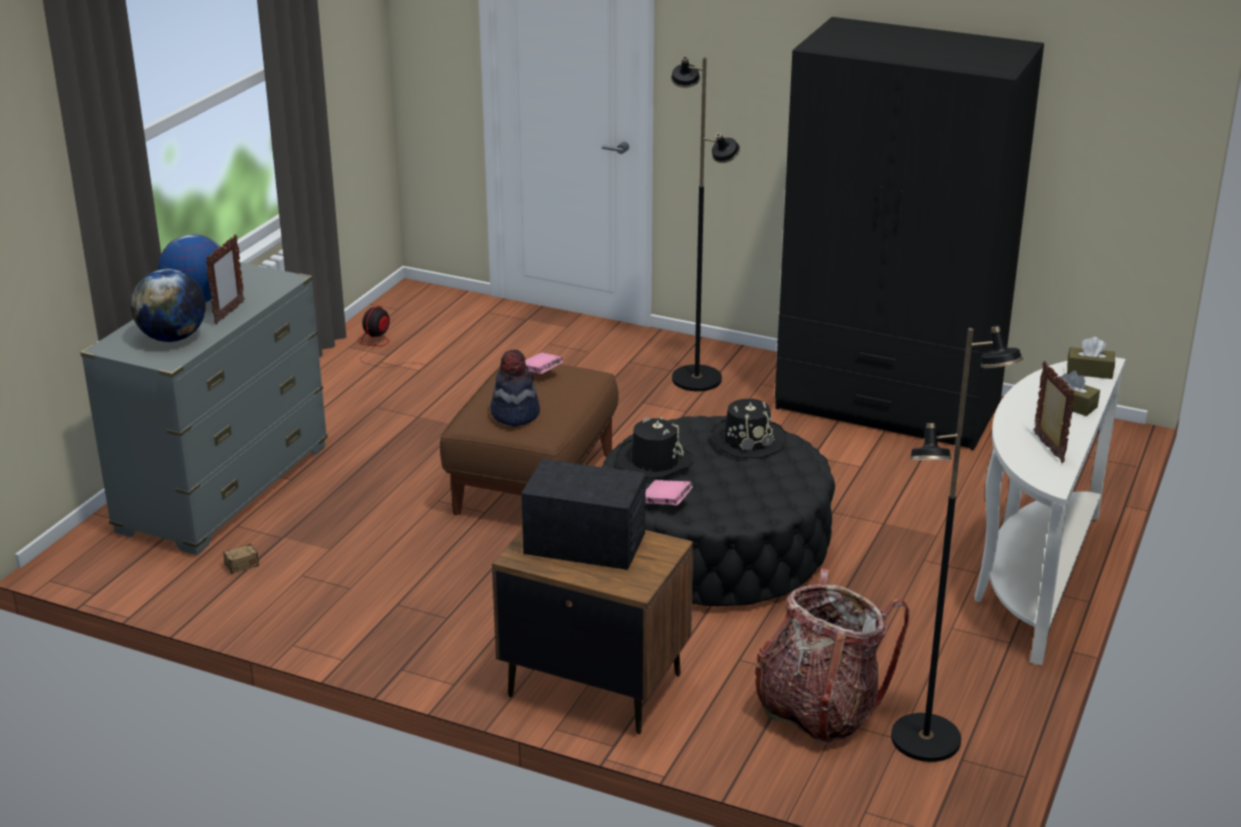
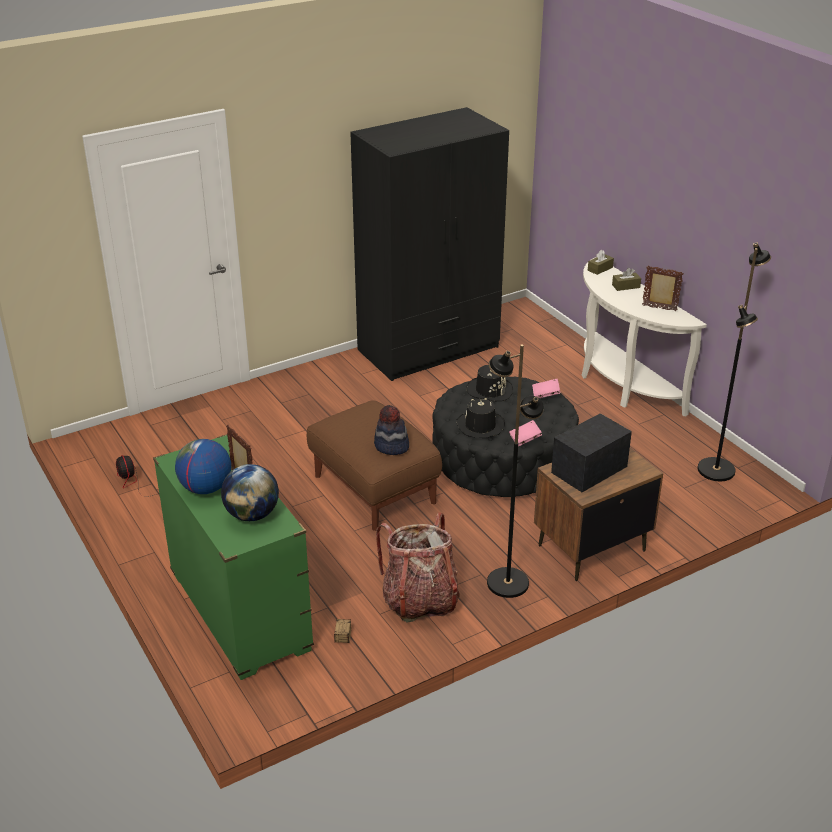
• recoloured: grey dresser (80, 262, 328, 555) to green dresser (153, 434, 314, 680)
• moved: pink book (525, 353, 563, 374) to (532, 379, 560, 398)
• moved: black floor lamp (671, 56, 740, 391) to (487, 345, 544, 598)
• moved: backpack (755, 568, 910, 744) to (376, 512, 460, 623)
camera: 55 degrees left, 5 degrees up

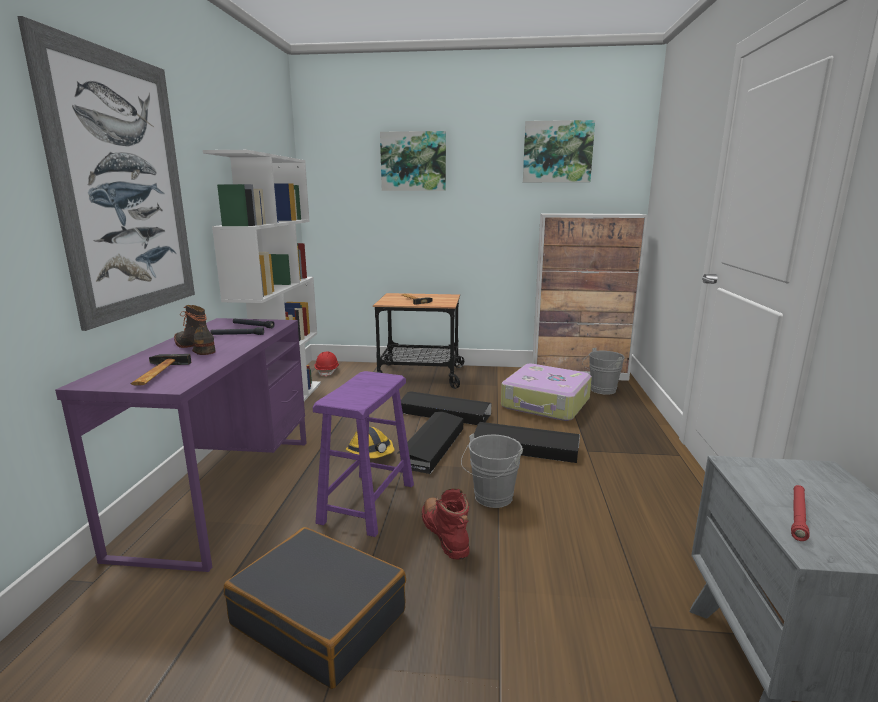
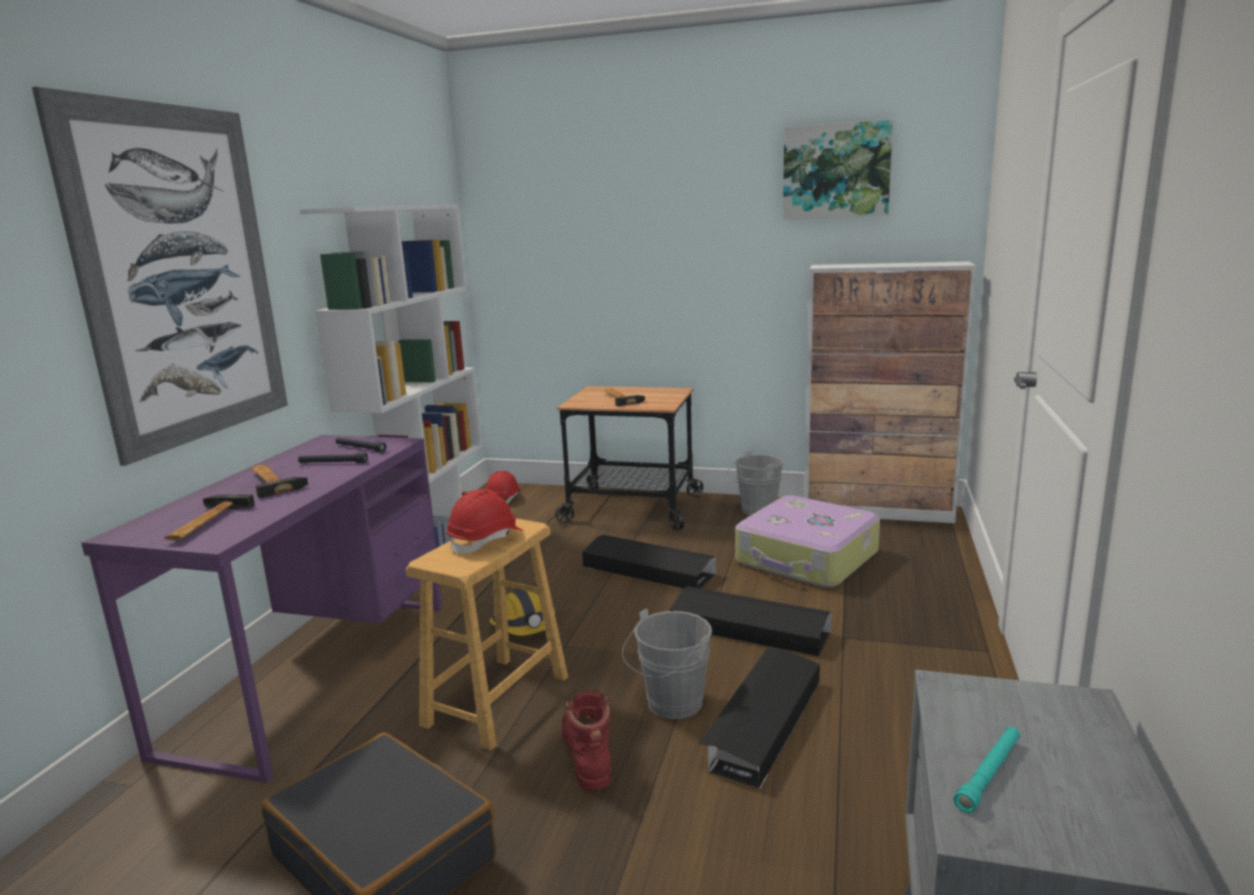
• replaced: boot (174, 305, 216, 355) to hammer (251, 465, 308, 498)
• recoloured: purple stool (313, 371, 414, 537) to brown stool (405, 518, 568, 751)
• removed: picture (380, 131, 446, 191)
• moved: black storage box (397, 412, 463, 474) to (698, 648, 820, 788)
• moved: grey bucket (582, 348, 625, 395) to (727, 450, 783, 515)
• recoloured: red flashlight (791, 485, 810, 541) to turquoise flashlight (954, 727, 1020, 813)
• added: red hard hat (446, 489, 524, 556)
camera: 10 degrees right, 0 degrees up

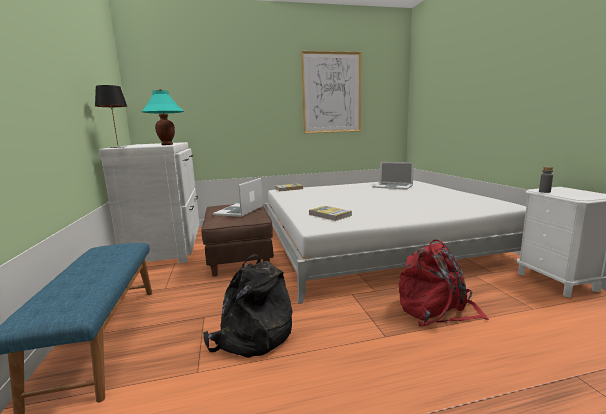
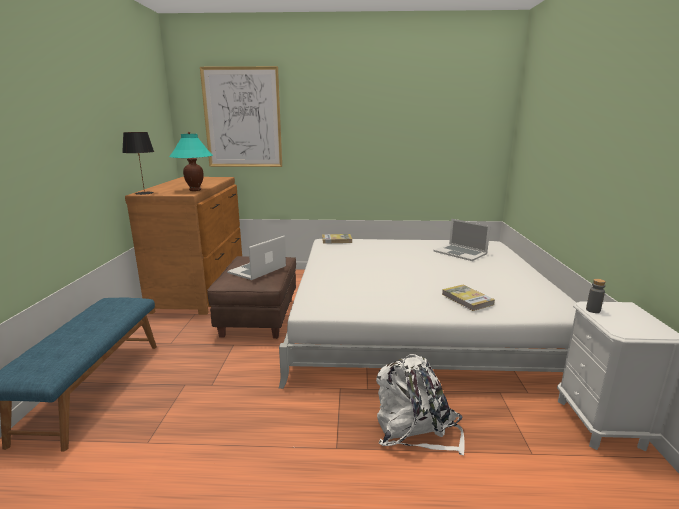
• recoloured: white dresser (99, 142, 200, 263) to brown dresser (125, 177, 242, 315)
• removed: black backpack (203, 254, 292, 358)
• moved: picture (301, 51, 362, 134) to (200, 66, 282, 167)
• moved: book (309, 206, 352, 221) to (442, 285, 495, 311)
• recoloured: red backpack (398, 240, 490, 326) to white backpack (376, 354, 465, 455)
camera: 15 degrees right, 5 degrees up

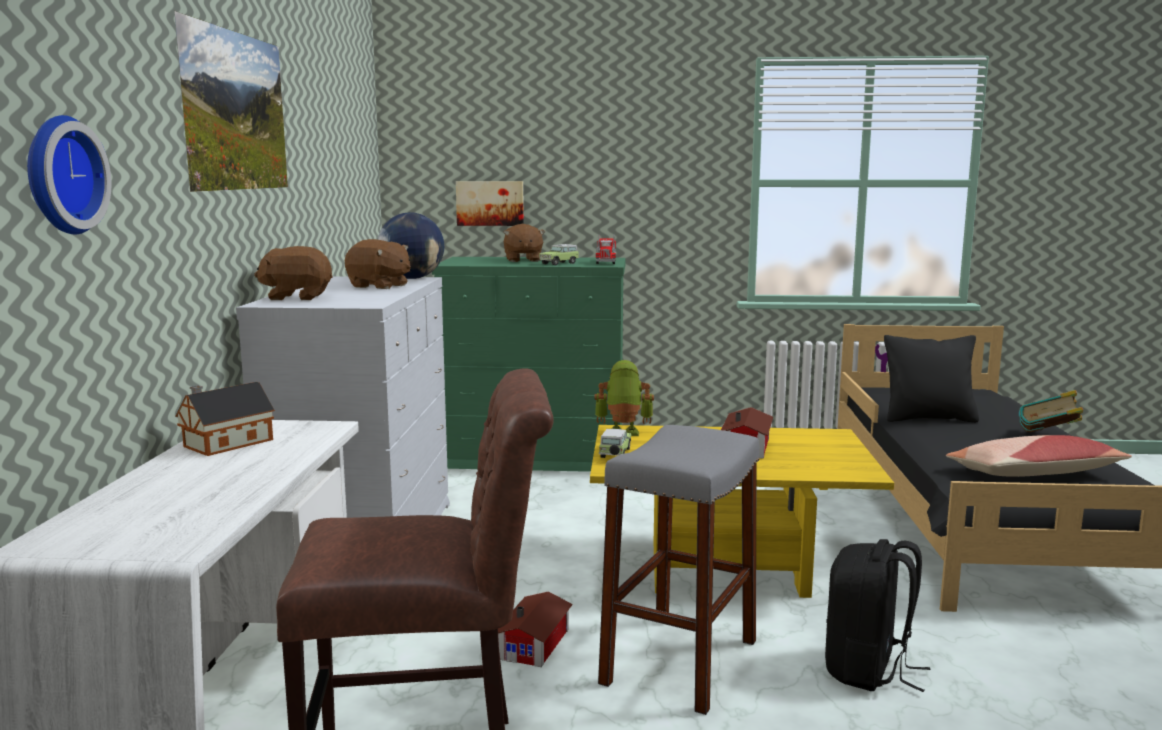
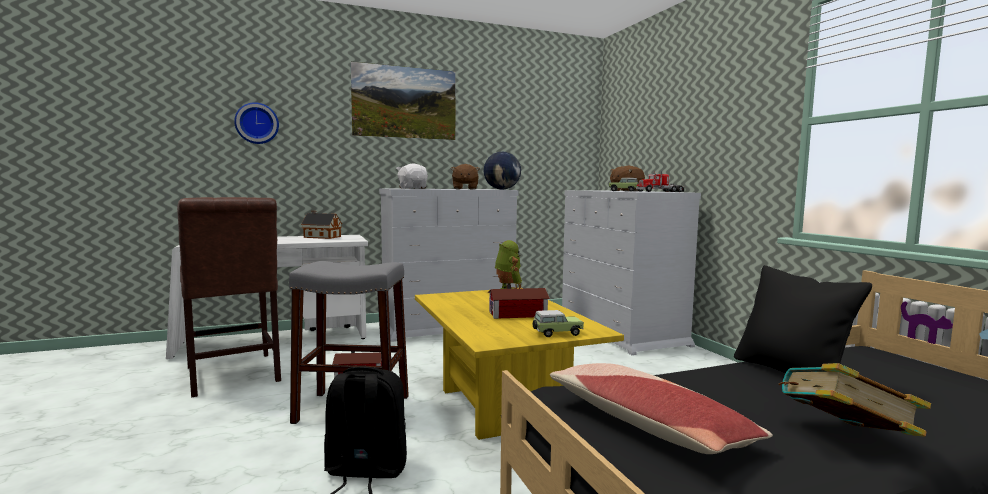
• recoloured: brown plush toy (254, 246, 333, 300) to white plush toy (396, 163, 428, 189)
• recoloured: green dresser (432, 257, 625, 472) to white dresser (562, 190, 701, 355)
• removed: picture (456, 181, 524, 226)
• moved: toy car (598, 429, 631, 458) to (533, 310, 584, 337)
camera: 65 degrees right, 5 degrees down

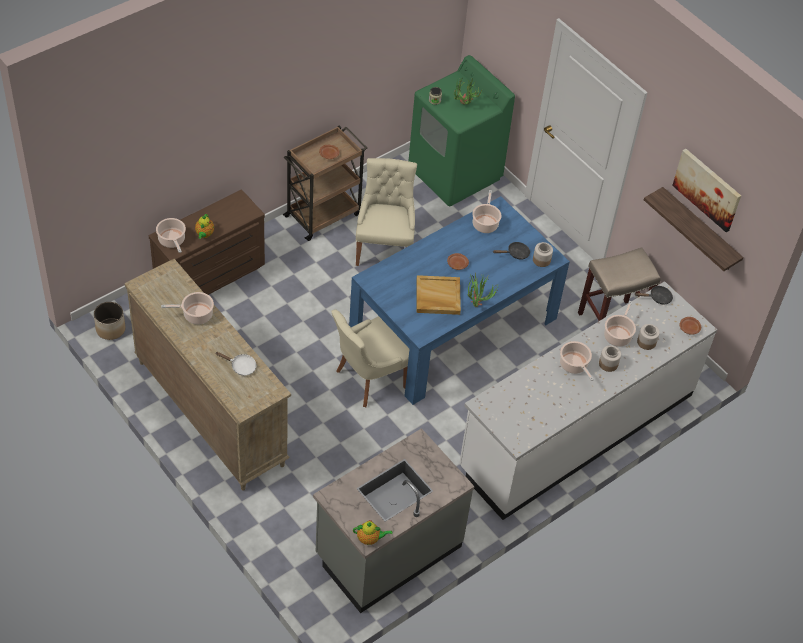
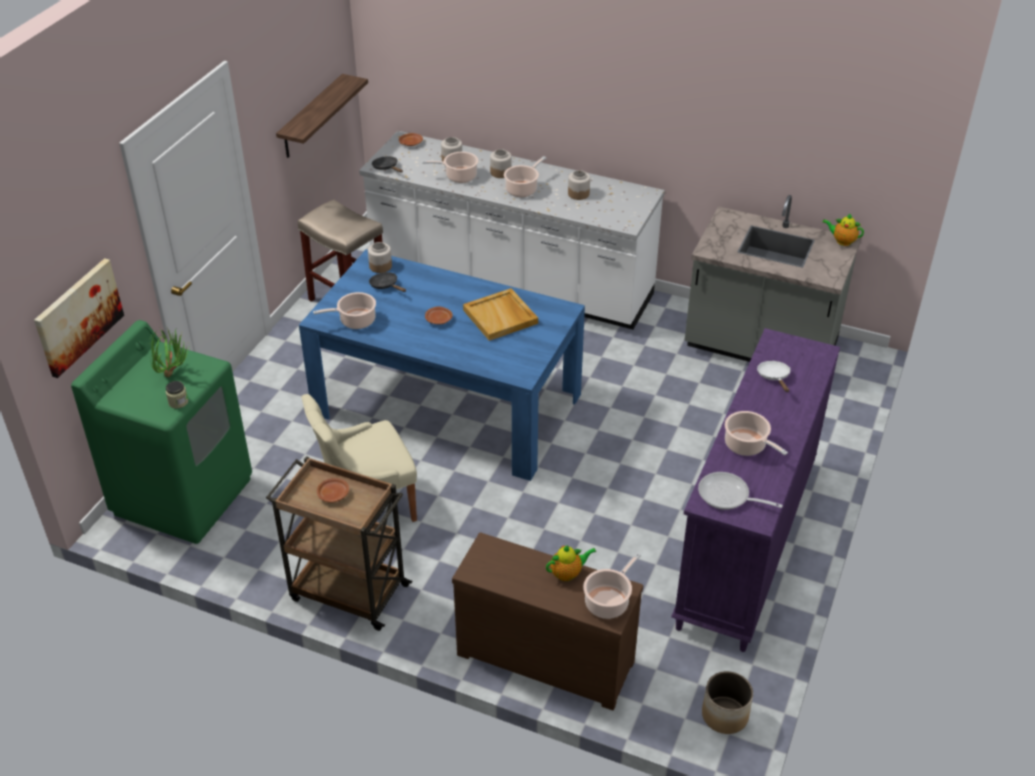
• recoloured: beige dresser (125, 259, 291, 491) to purple dresser (671, 328, 840, 652)
• removed: beige chair (331, 309, 409, 407)
• turned: teapot (353, 520, 392, 545) = (823, 213, 864, 246) 45 degrees counterclockwise
• removed: potted plant (468, 273, 498, 307)
• moved: picture (672, 149, 741, 232) to (34, 258, 124, 378)
• added: jar (568, 170, 590, 200)
• added: frying pan (698, 472, 783, 510)
camera: 115 degrees left, 10 degrees down

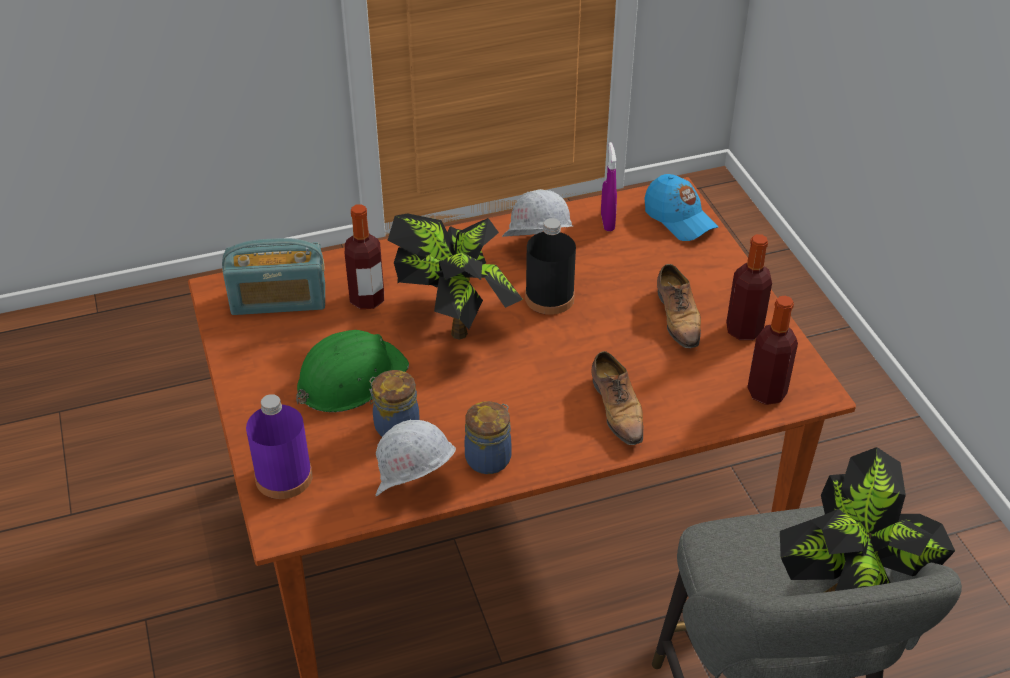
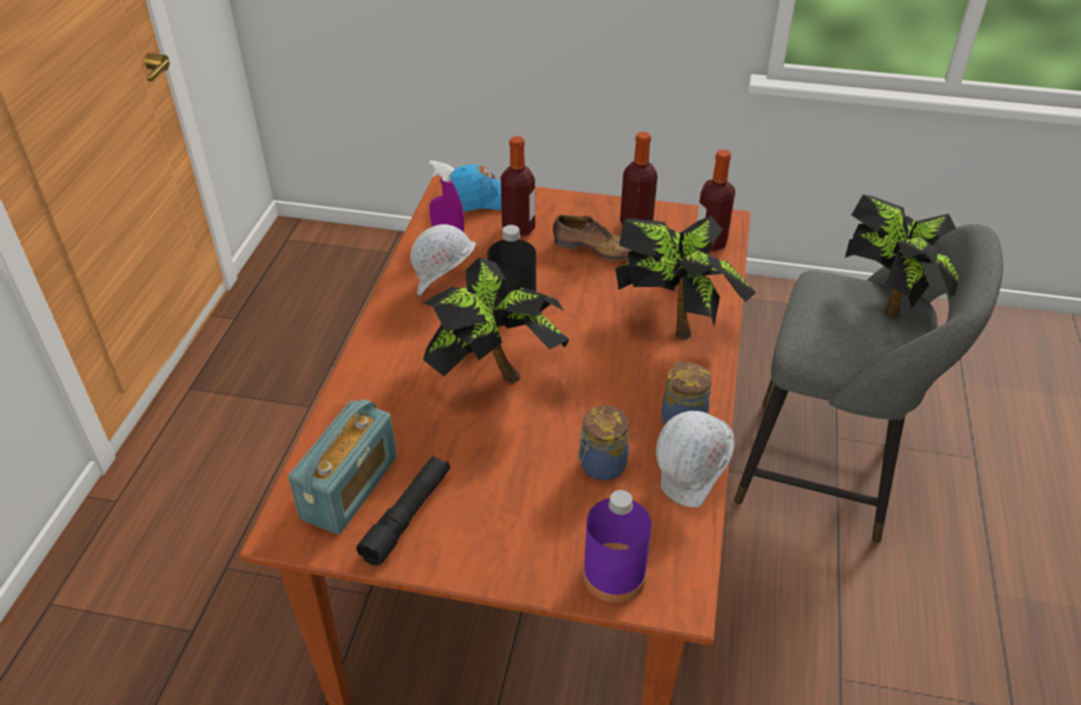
• removed: green hard hat (296, 330, 409, 412)
• moved: bottle (345, 204, 384, 309) to (501, 136, 535, 237)
• replaced: shoe (592, 351, 644, 445) to potted plant (615, 216, 756, 339)
• added: black flashlight (356, 455, 450, 566)
camera: 60 degrees left, 0 degrees up

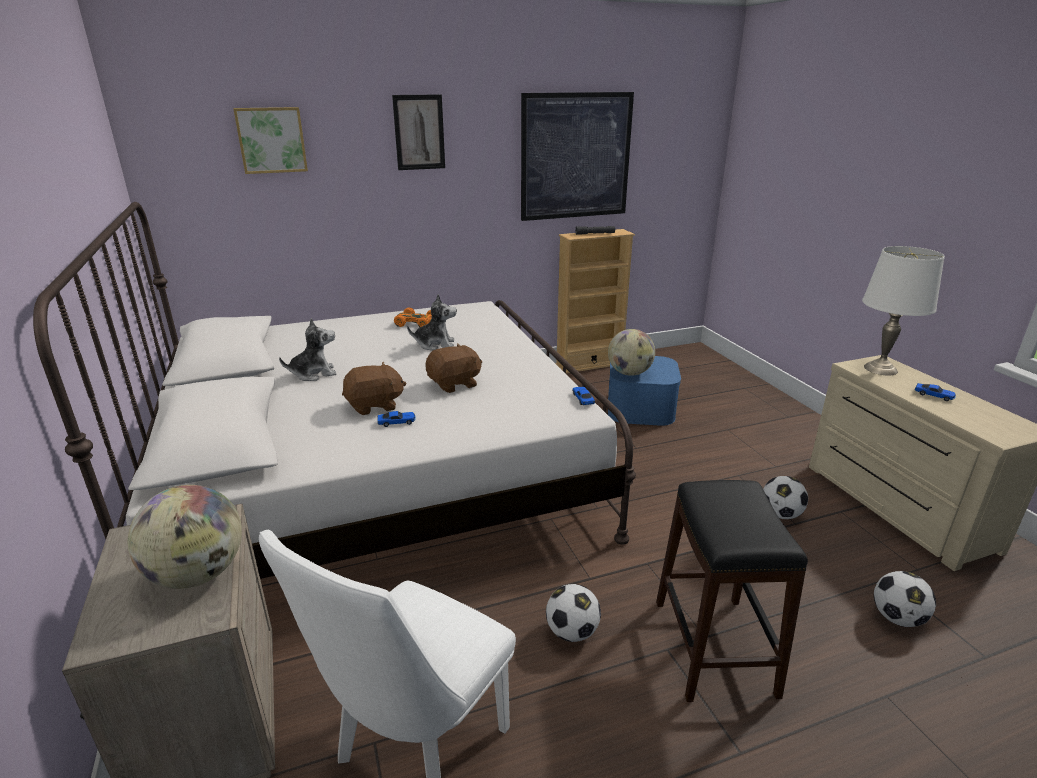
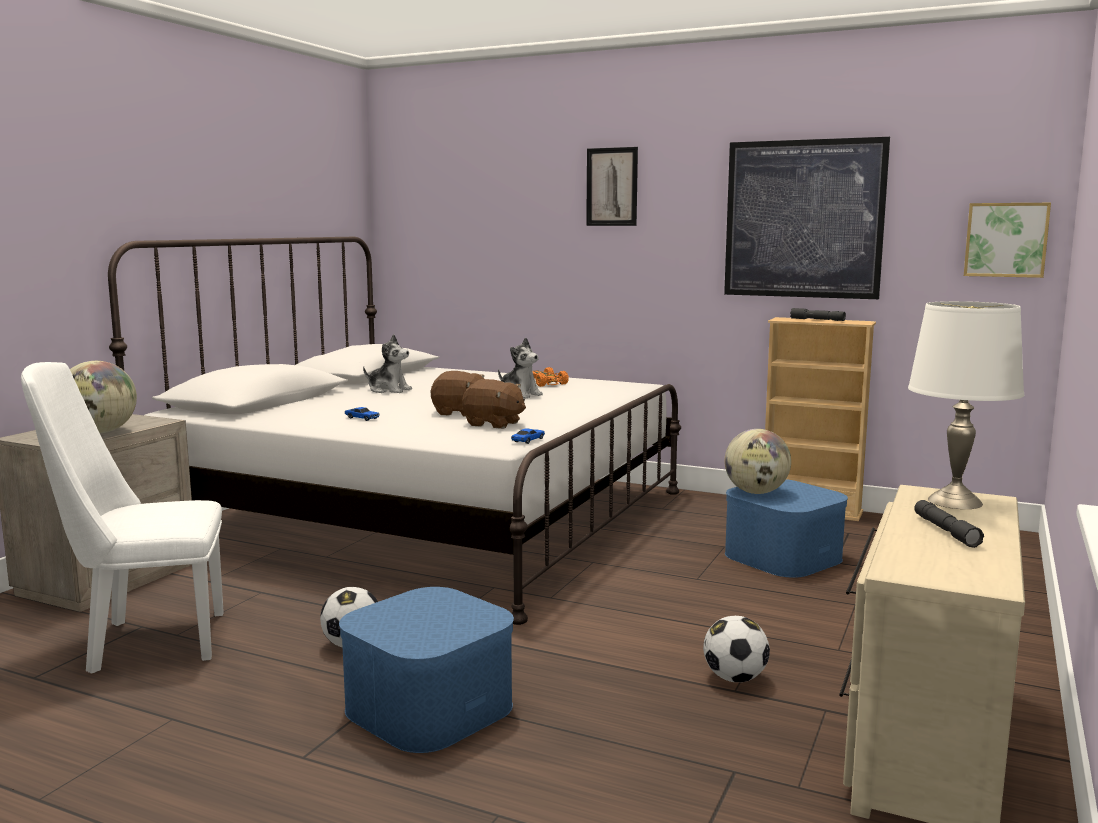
• moved: picture (233, 107, 308, 174) to (964, 203, 1051, 278)
• moved: brown plush toy (342, 362, 406, 415) to (462, 379, 526, 429)
• replaced: black stool (656, 480, 808, 702) to blue storage box (339, 587, 514, 753)
• removed: football (874, 571, 936, 627)
• replaced: toy car (915, 383, 956, 401) to grey flashlight (914, 500, 984, 548)
camera: 45 degrees right, 15 degrees down

